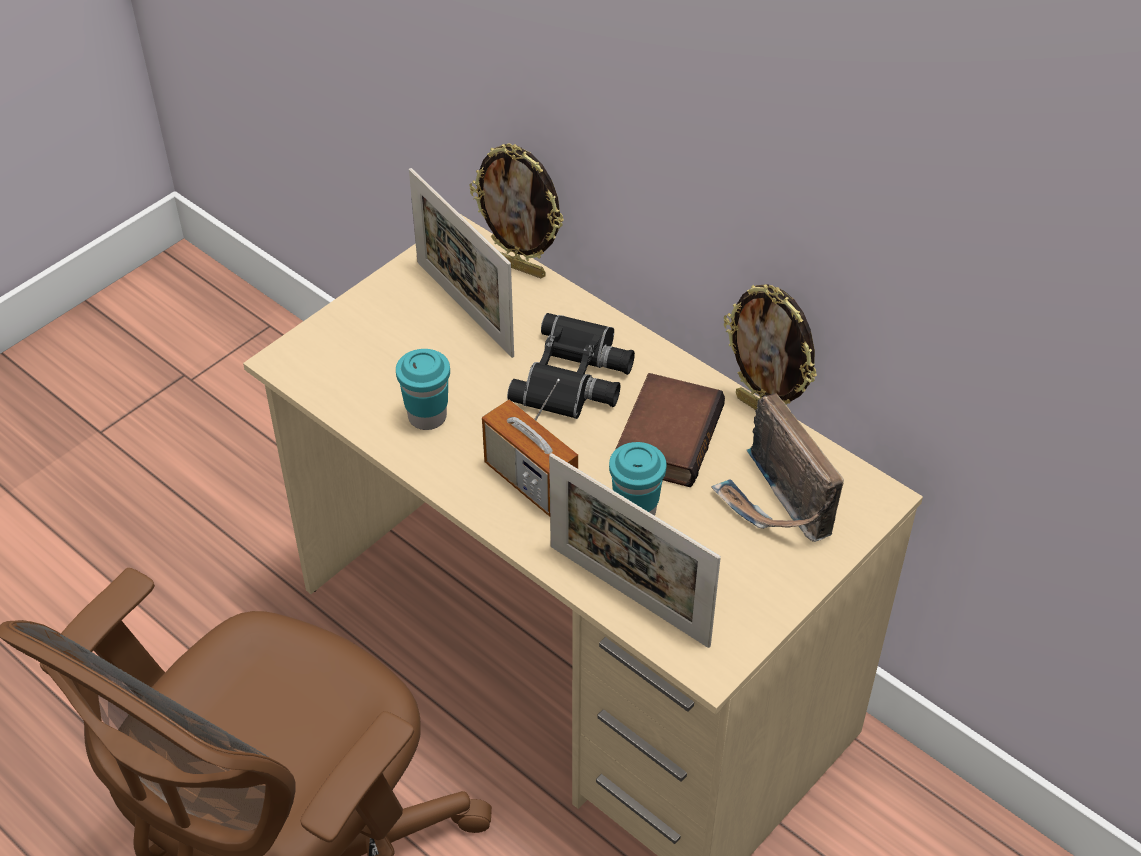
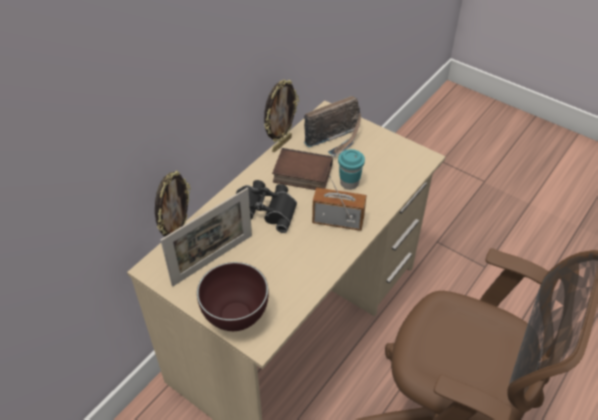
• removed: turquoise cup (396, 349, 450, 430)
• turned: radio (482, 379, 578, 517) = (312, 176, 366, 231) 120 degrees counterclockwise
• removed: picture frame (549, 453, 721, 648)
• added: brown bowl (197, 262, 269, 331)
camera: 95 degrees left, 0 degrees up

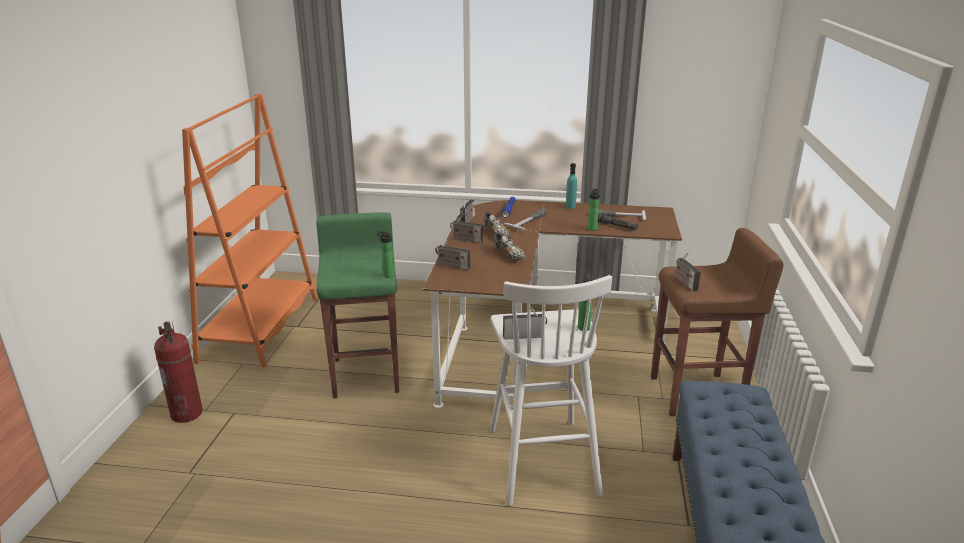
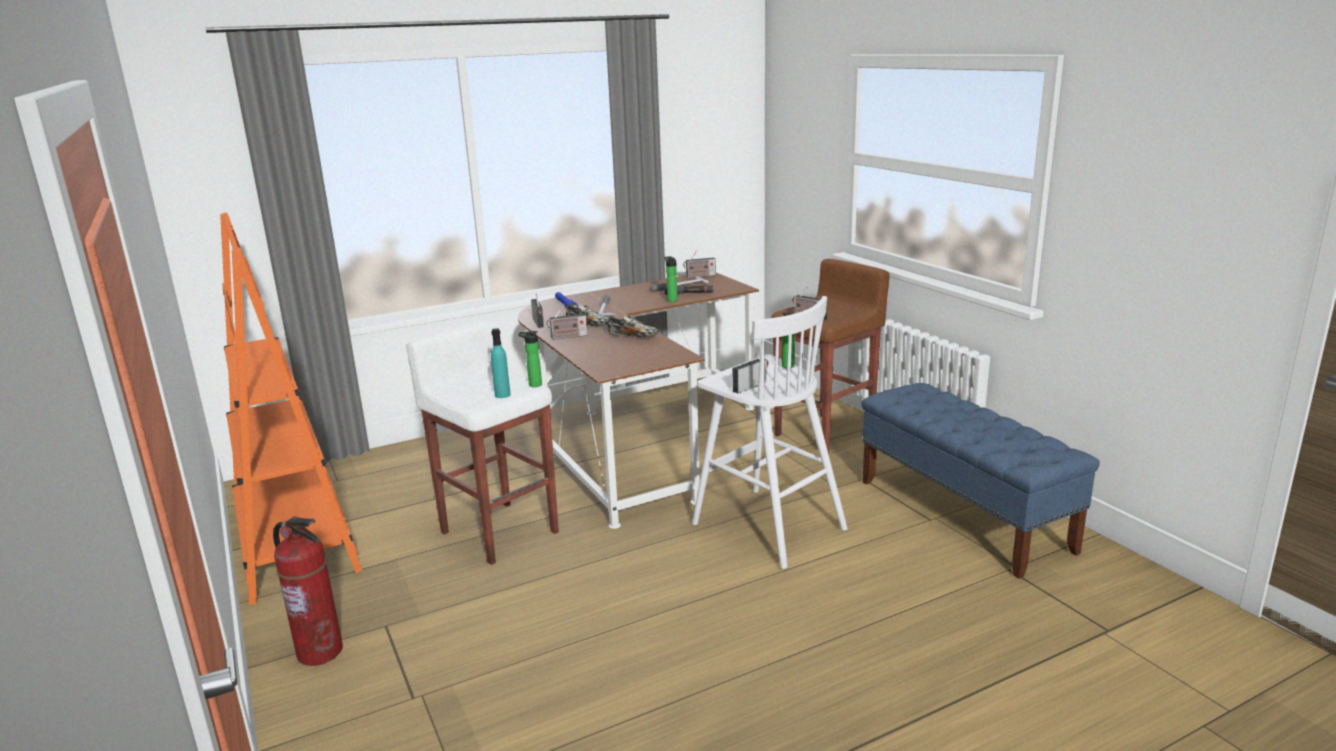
• recoloured: green stool (316, 212, 399, 398) to white stool (406, 321, 559, 565)
• moved: radio (435, 238, 470, 270) to (683, 250, 716, 278)
• moved: turquoise bottle (566, 163, 577, 209) to (491, 328, 511, 398)
camera: 35 degrees left, 5 degrees down

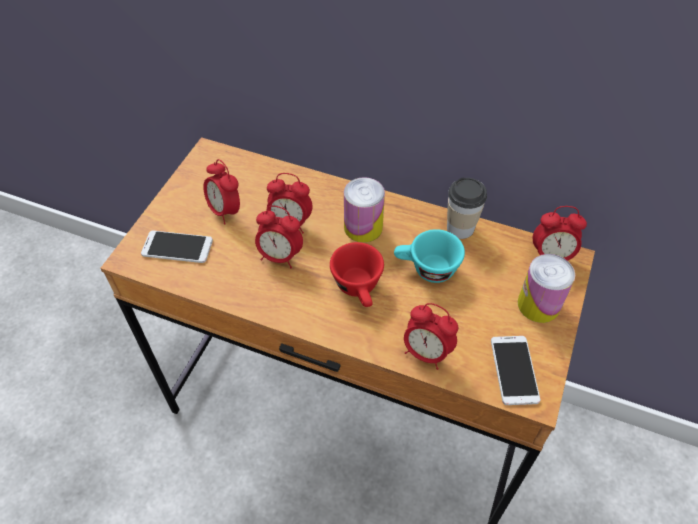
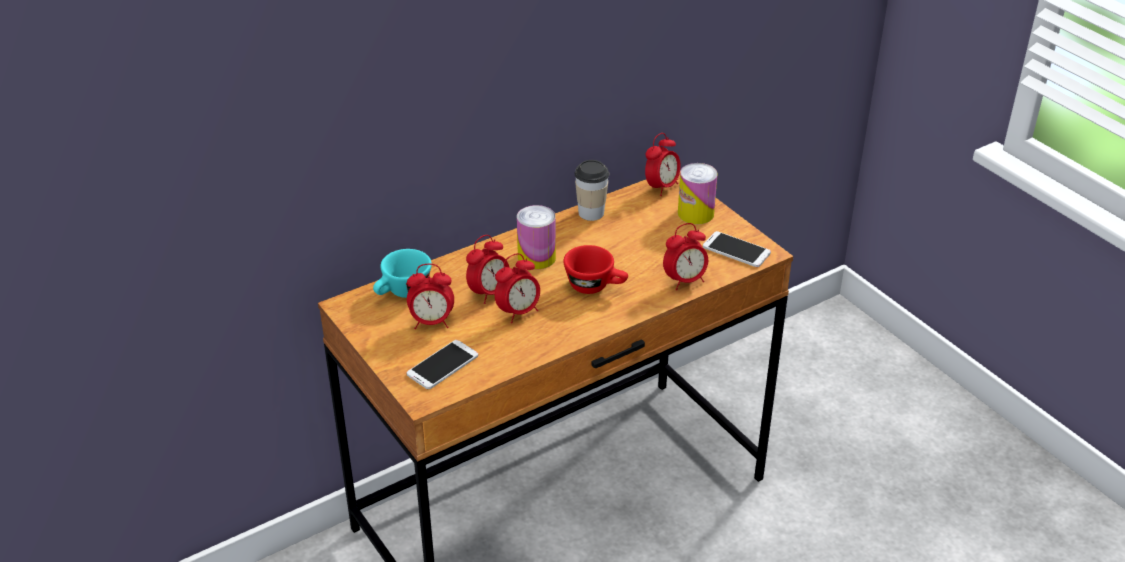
• moved: turquoise cup (394, 229, 465, 283) to (373, 249, 432, 298)
camera: 55 degrees left, 15 degrees down

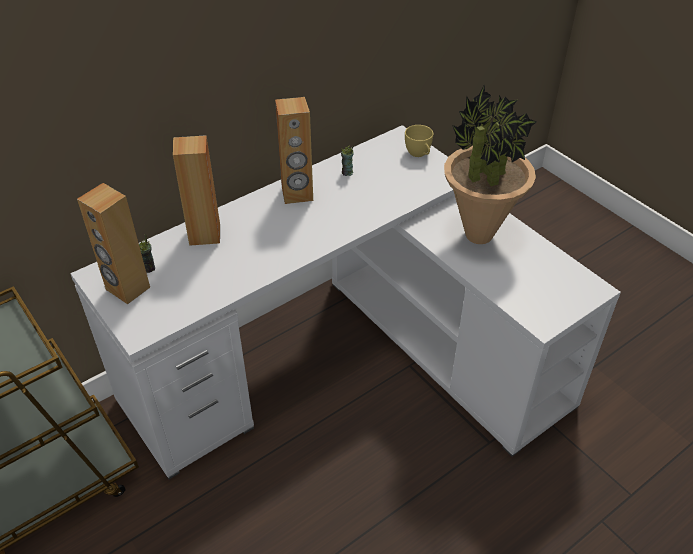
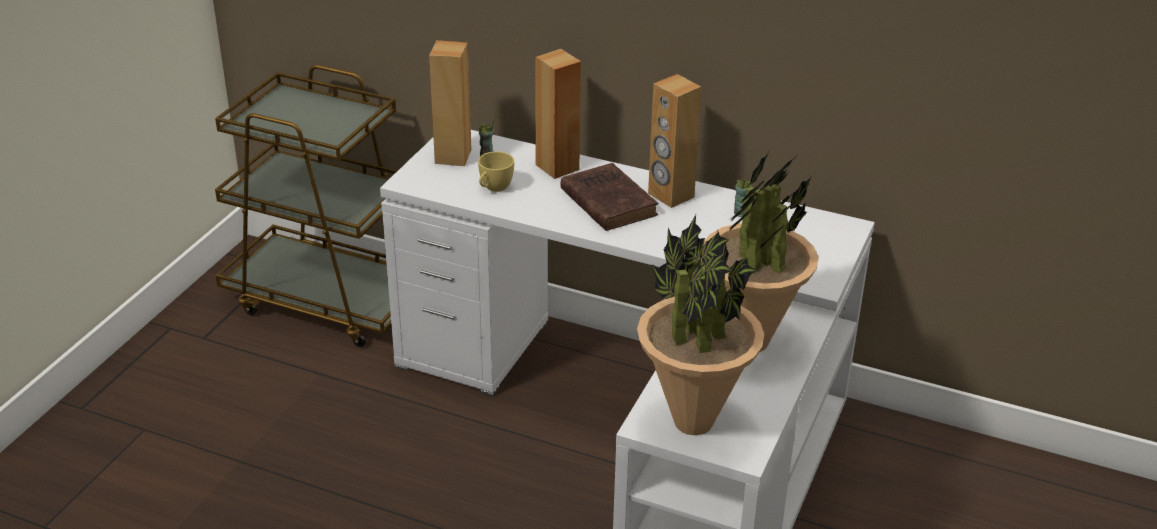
• moved: yellow cup (405, 125, 433, 157) to (478, 151, 514, 192)
• added: brown book (560, 163, 658, 231)
• added: potted plant (637, 215, 765, 435)
camera: 60 degrees right, 10 degrees down

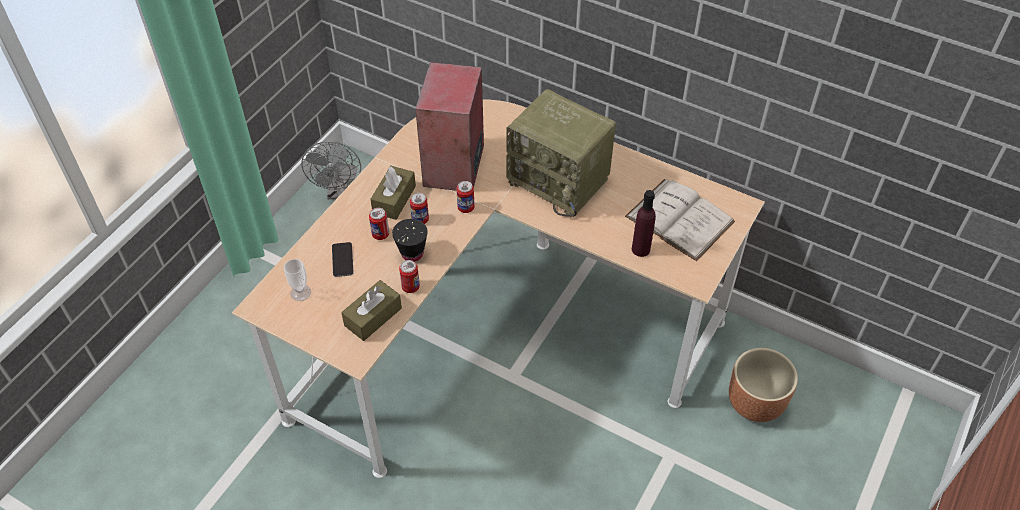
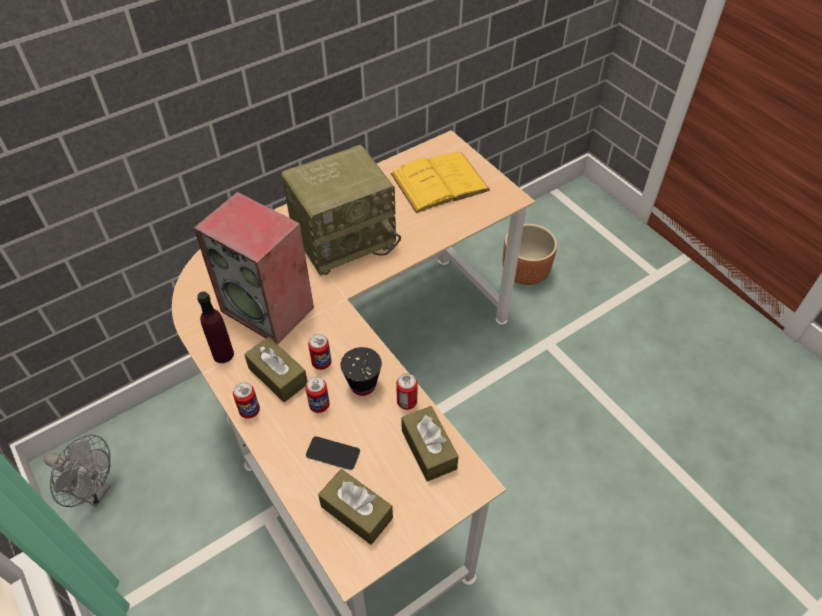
• replaced: cup (284, 259, 311, 301) to brown tissue box (318, 469, 393, 545)
• moved: can (457, 181, 474, 213) to (233, 382, 260, 419)
• recoloured: white book (625, 179, 735, 261) to yellow book (391, 152, 490, 213)
• moved: purple bottle (632, 190, 656, 257) to (197, 292, 234, 363)
camera: 65 degrees left, 0 degrees up

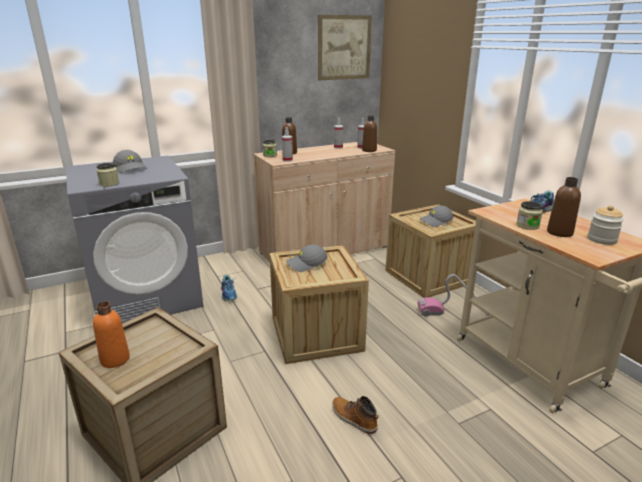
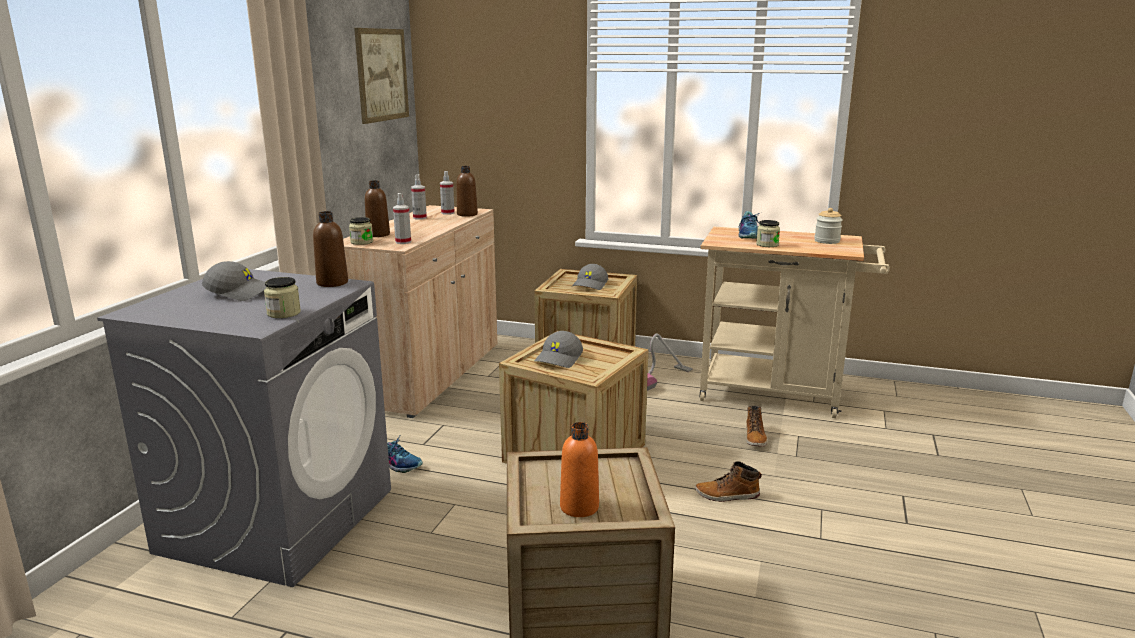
• moved: brown bottle (547, 177, 581, 237) to (313, 211, 348, 287)
• added: boot (746, 406, 767, 447)
camera: 45 degrees left, 5 degrees down

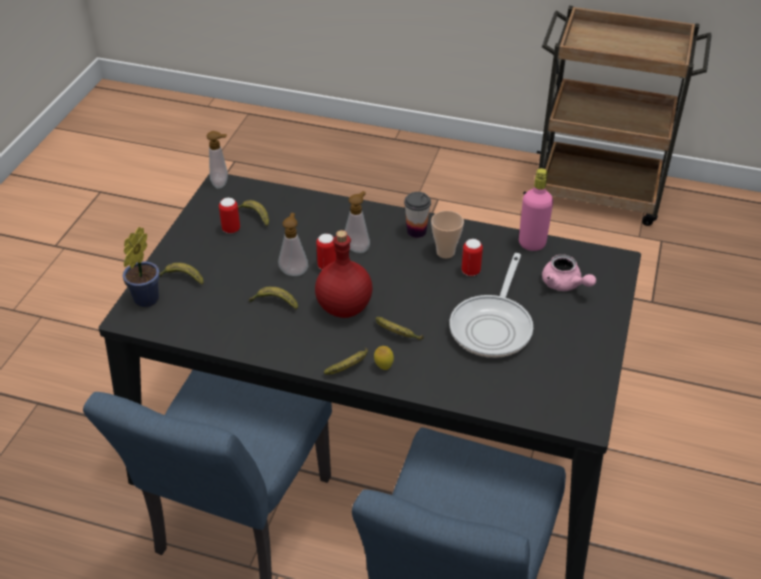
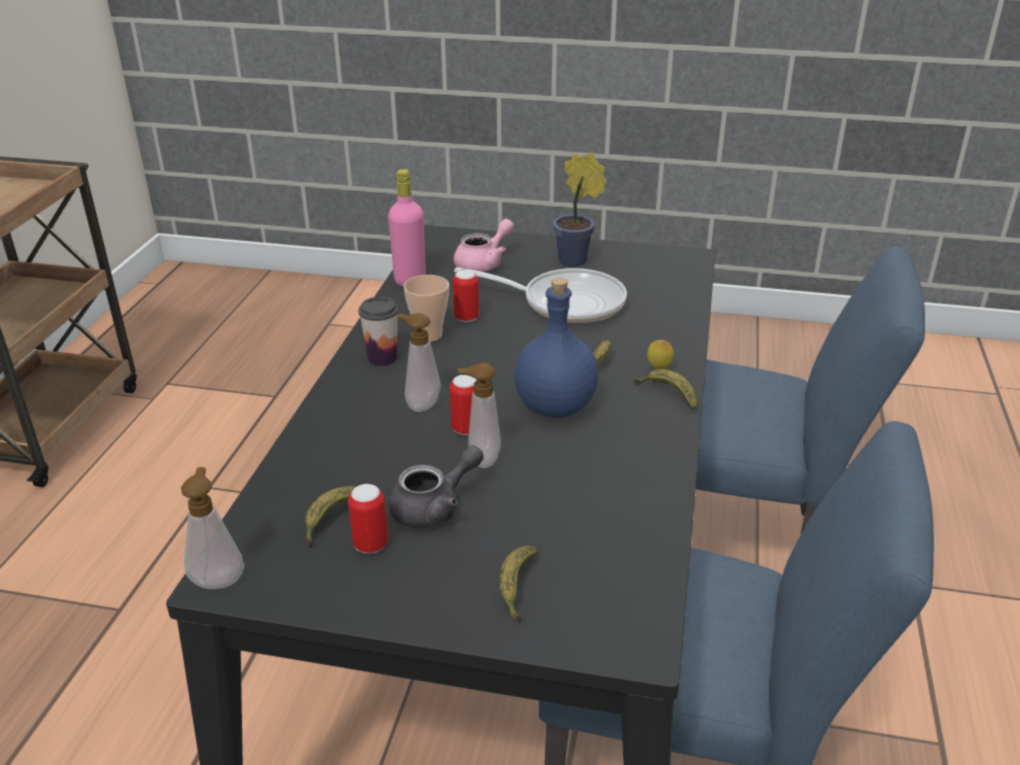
• moved: potted plant (122, 227, 160, 307) to (553, 152, 607, 267)
• removed: banana (249, 286, 298, 310)
• recoloured: red bottle (315, 230, 373, 318) to blue bottle (514, 277, 599, 418)
• added: grey teapot (389, 445, 484, 528)
camera: 95 degrees left, 10 degrees down

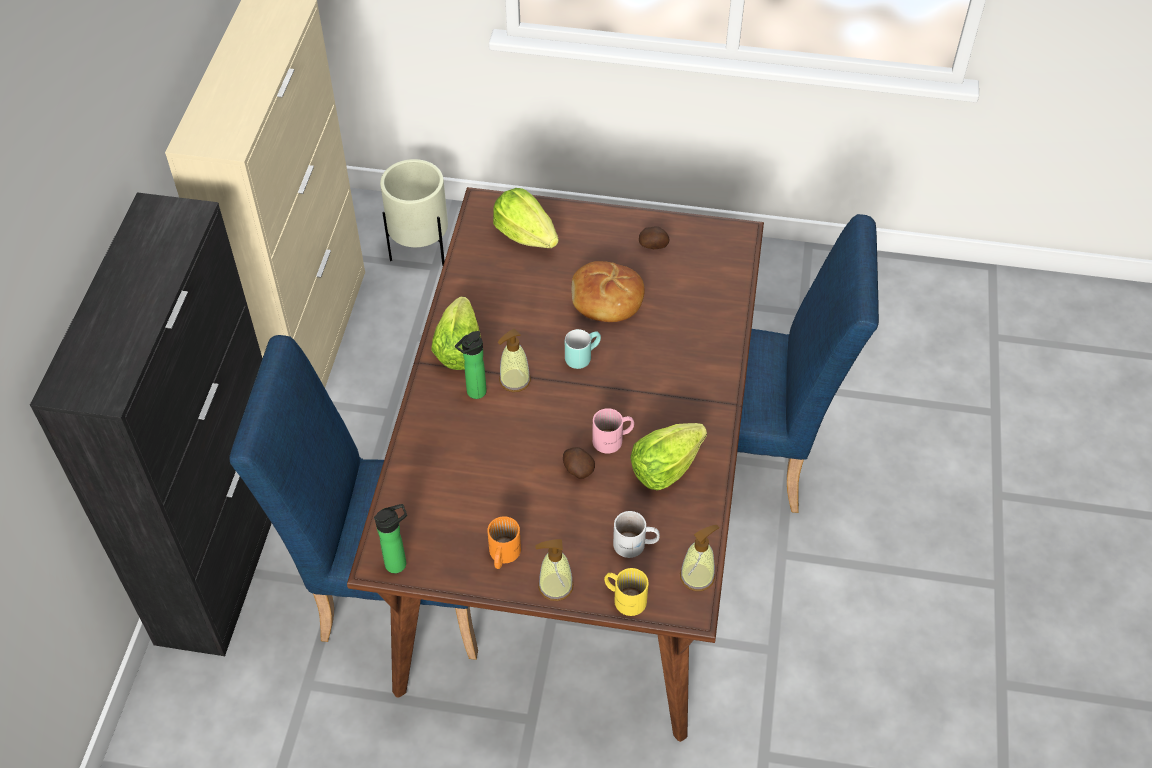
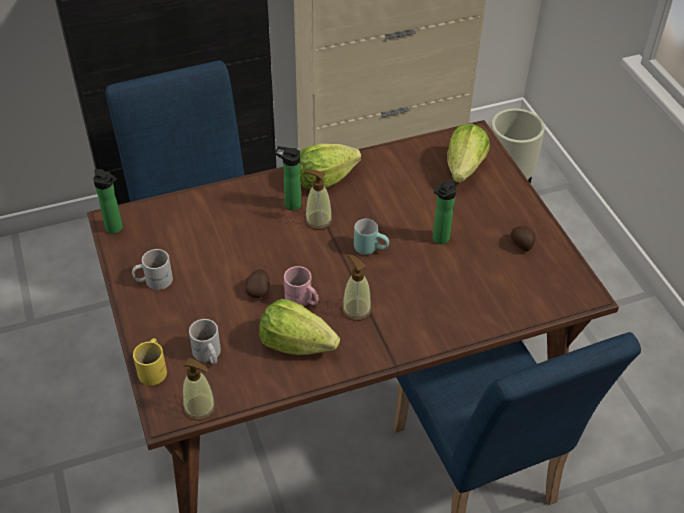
• recoloured: orange mug (487, 516, 521, 569) to white mug (132, 249, 173, 290)
• moved: soap dispenser (535, 539, 573, 601) to (342, 255, 372, 321)
• replaced: bread (571, 261, 645, 322) to bottle (433, 179, 456, 244)
camera: 60 degrees right, 5 degrees down

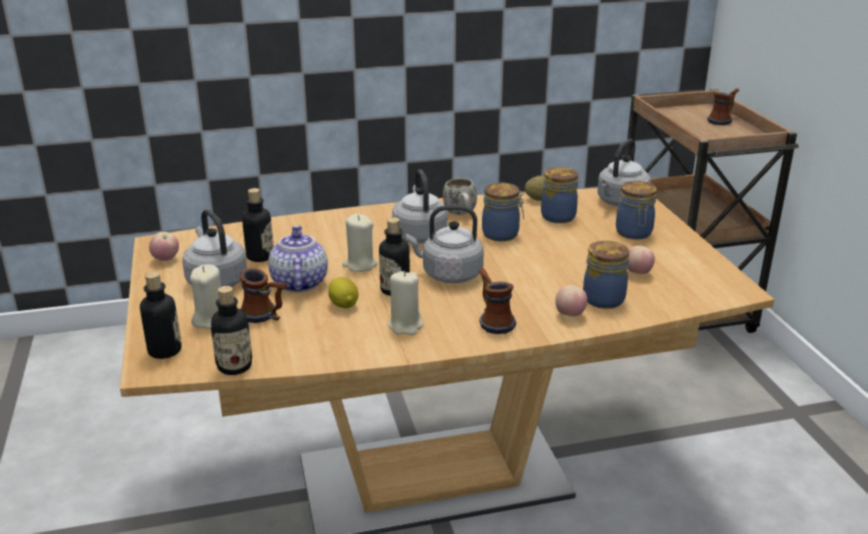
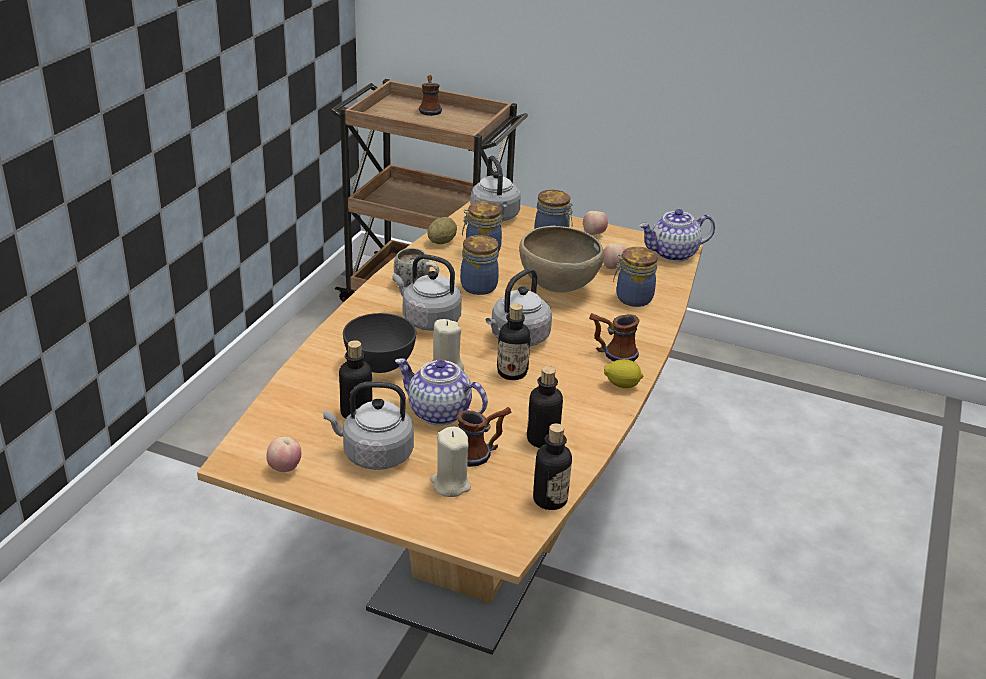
• moved: bottle (140, 272, 182, 359) to (527, 366, 563, 448)
• moved: lemon (328, 277, 358, 308) to (604, 359, 644, 388)
• removed: beige candle (388, 271, 423, 335)
• moved: apple (555, 285, 587, 316) to (583, 211, 608, 235)
• added: grey bowl (343, 313, 416, 373)
• added: brown bowl (519, 226, 604, 293)
• added: teapot (639, 209, 715, 262)
camera: 55 degrees left, 5 degrees up

